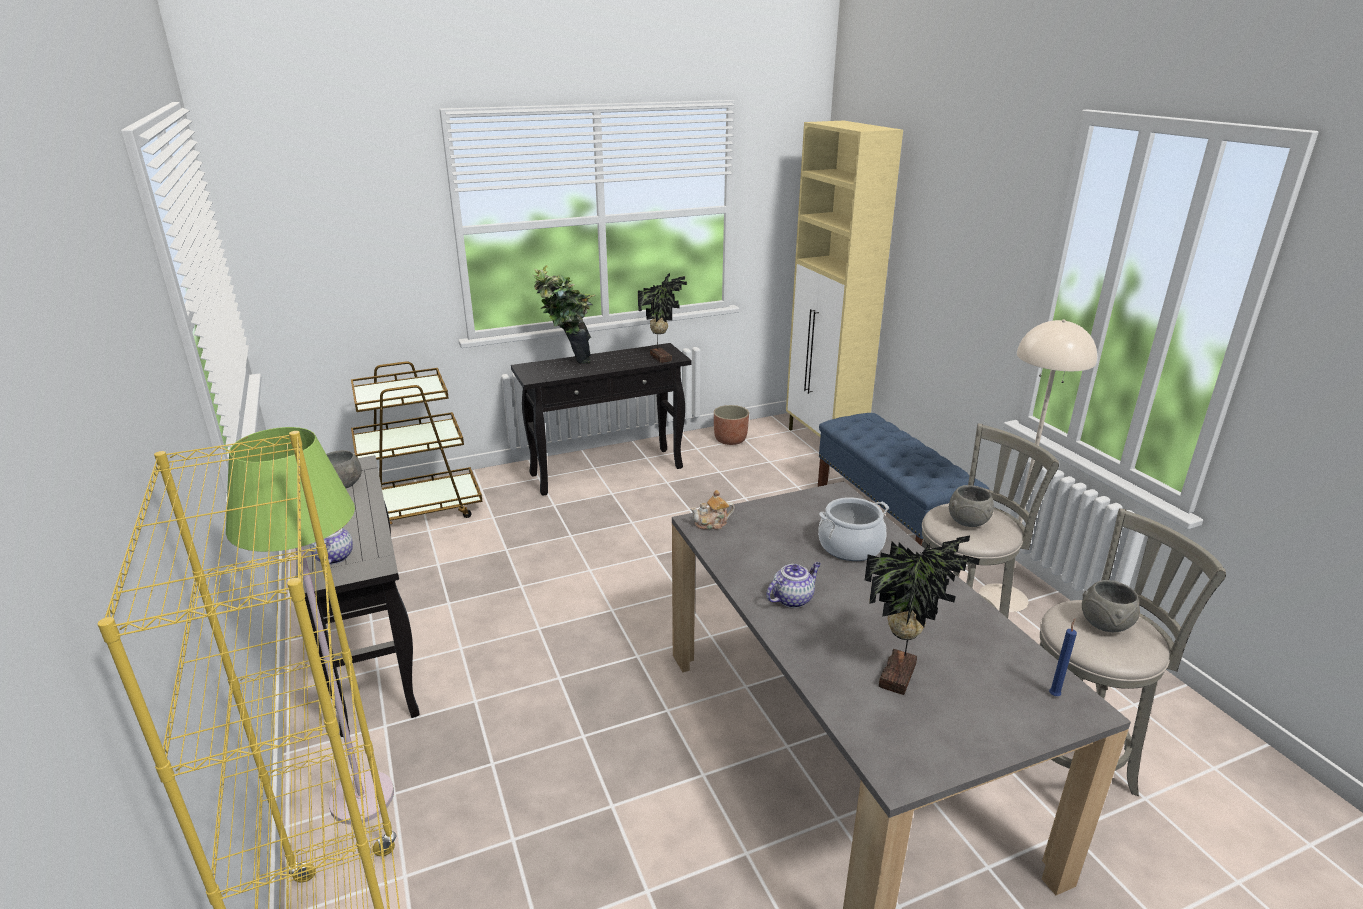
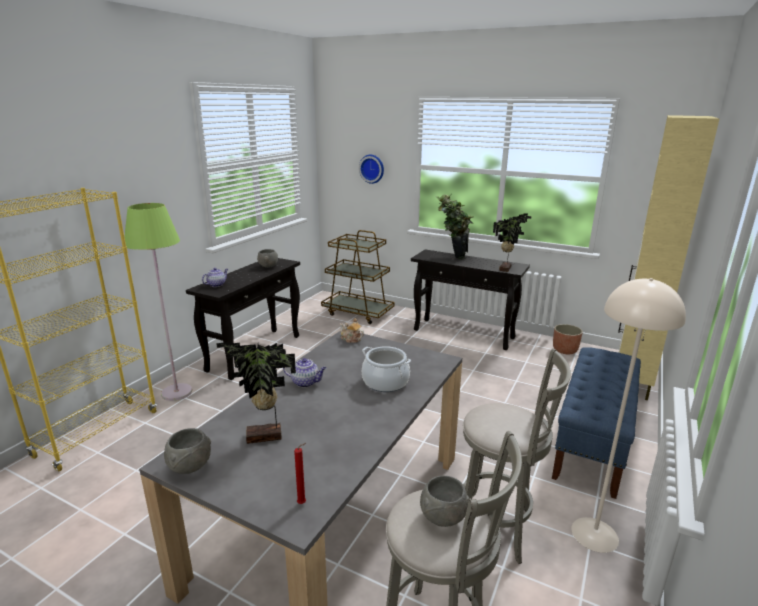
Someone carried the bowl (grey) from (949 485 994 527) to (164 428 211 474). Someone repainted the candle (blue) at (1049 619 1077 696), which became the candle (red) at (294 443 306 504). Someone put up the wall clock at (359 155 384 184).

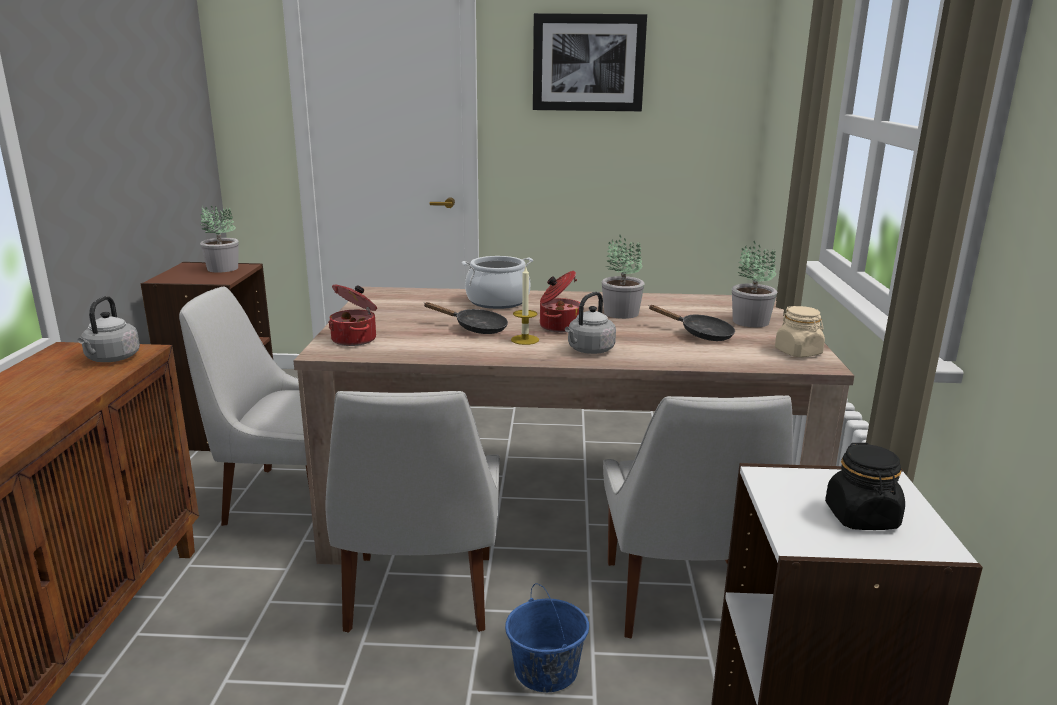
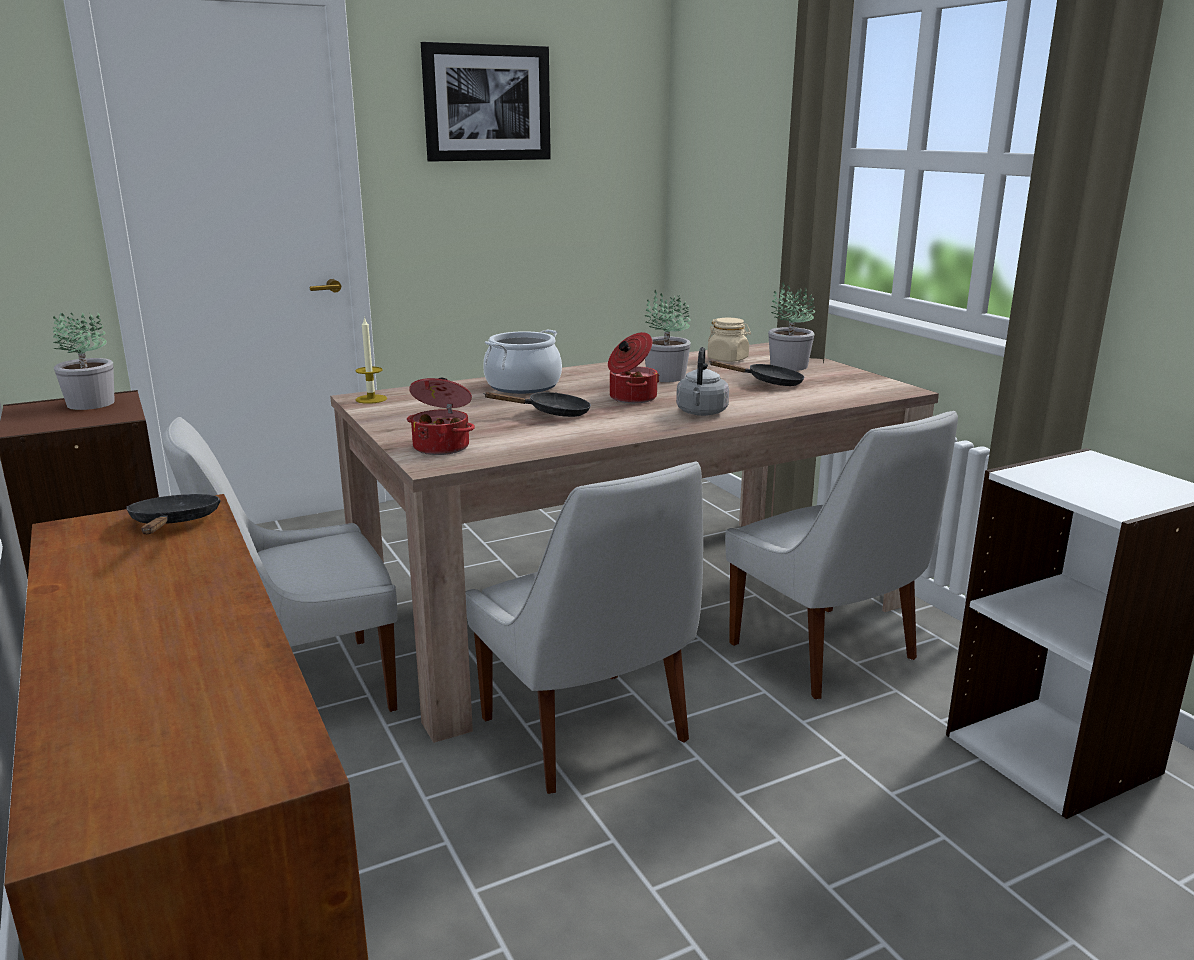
Someone carried the candle from (511 265 539 345) to (355 316 387 404). Someone swapped the kettle (grey) at (78 296 140 362) for the frying pan (black) at (126 494 221 534). Someone carried the jar (beige) from (775 306 825 357) to (707 318 751 362). Someone took away the jar (black) at (825 443 905 530). Someone took away the bucket (blue) at (505 583 589 692).

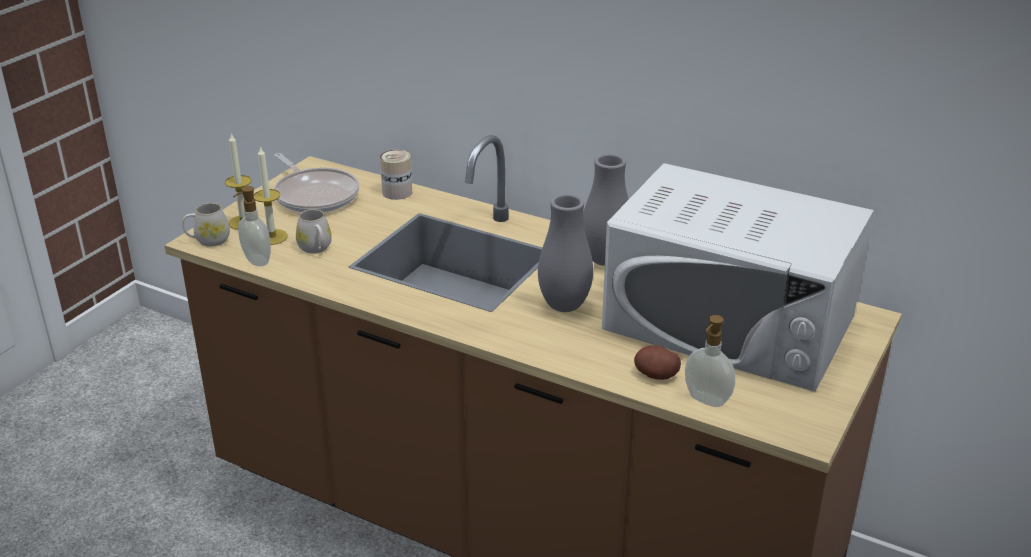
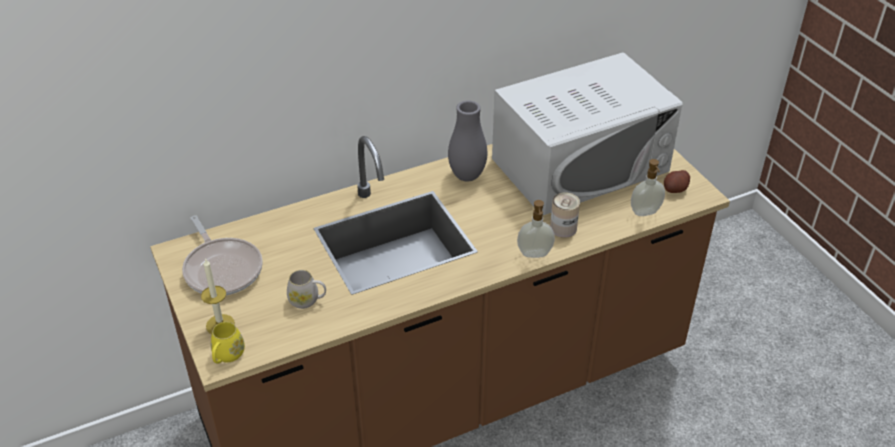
Someone took away the candle at (253 146 288 245). Someone carried the can from (380 150 412 200) to (550 192 580 238). Someone rotated the frying pan at (274 153 359 213) by 60 degrees clockwise. Someone carried the soap dispenser from (233 186 271 266) to (517 200 555 258). Someone took away the vase (grey) at (538 194 593 312). Someone repainted the mug (white) at (182 203 230 247), which became the mug (yellow) at (211 322 245 364). Someone carried the potato from (634 345 681 380) to (664 170 690 193).

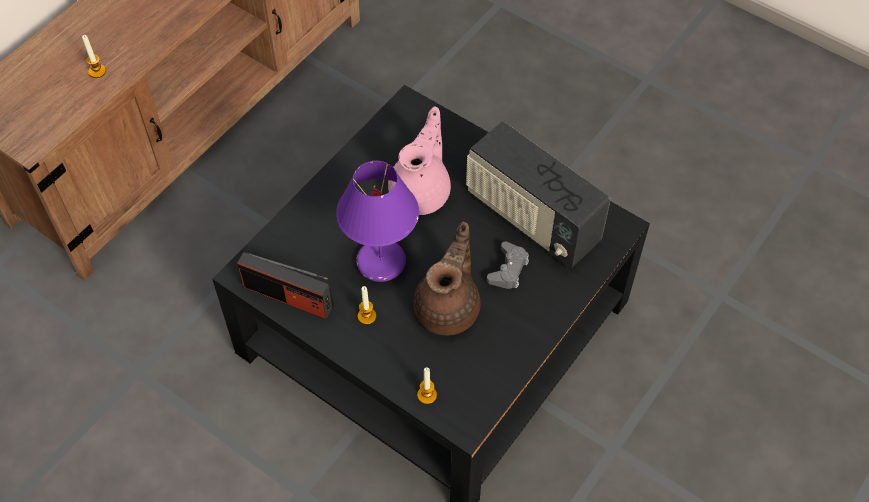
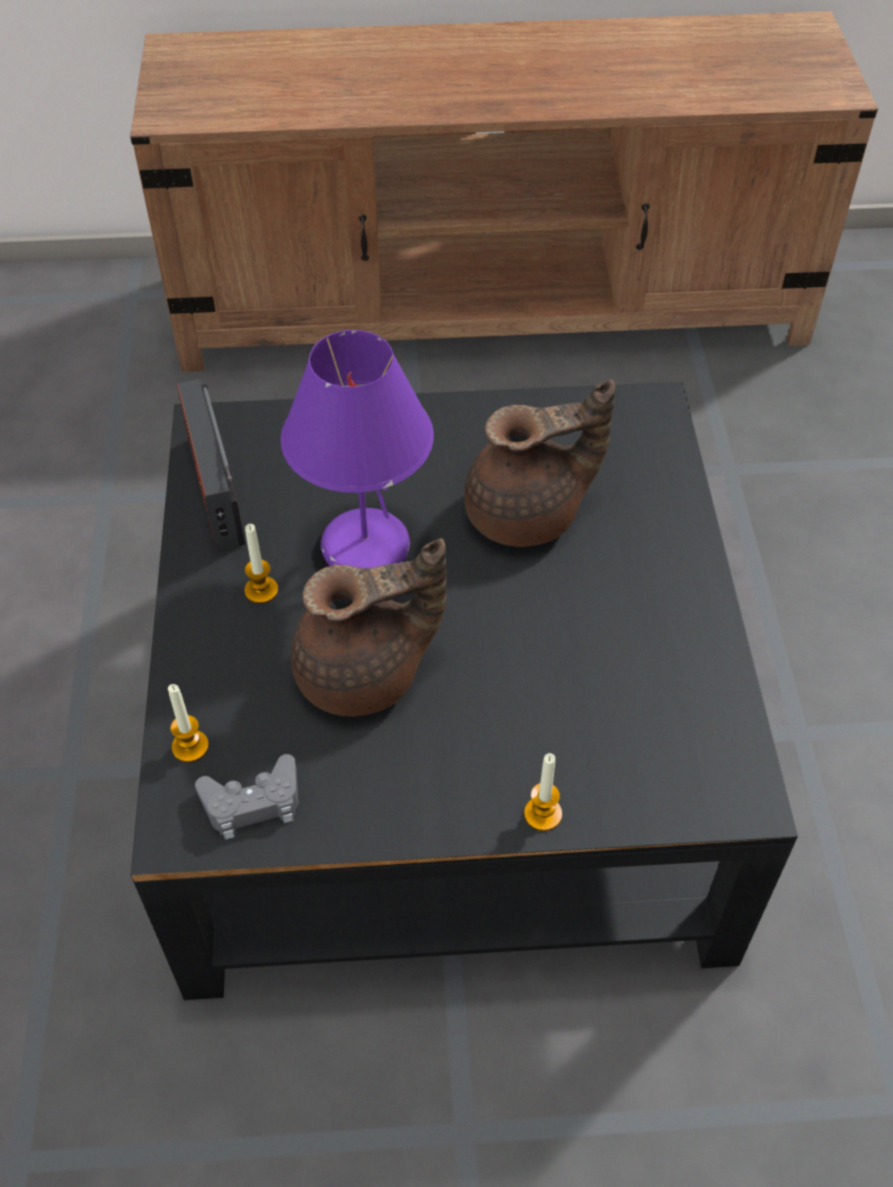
Someone carried the candle from (82 35 106 78) to (524 753 562 831). Someone repainted the teapot (pink) at (388 106 451 215), which became the teapot (brown) at (464 379 615 547). Someone took away the radio at (466 121 611 269). Someone carried the game controller (grey) from (487 241 529 289) to (195 754 299 839).

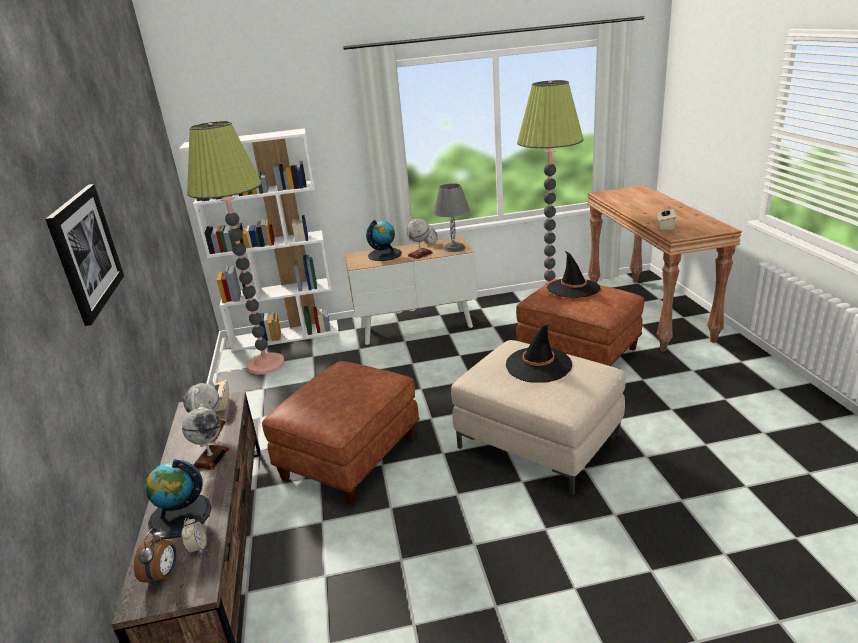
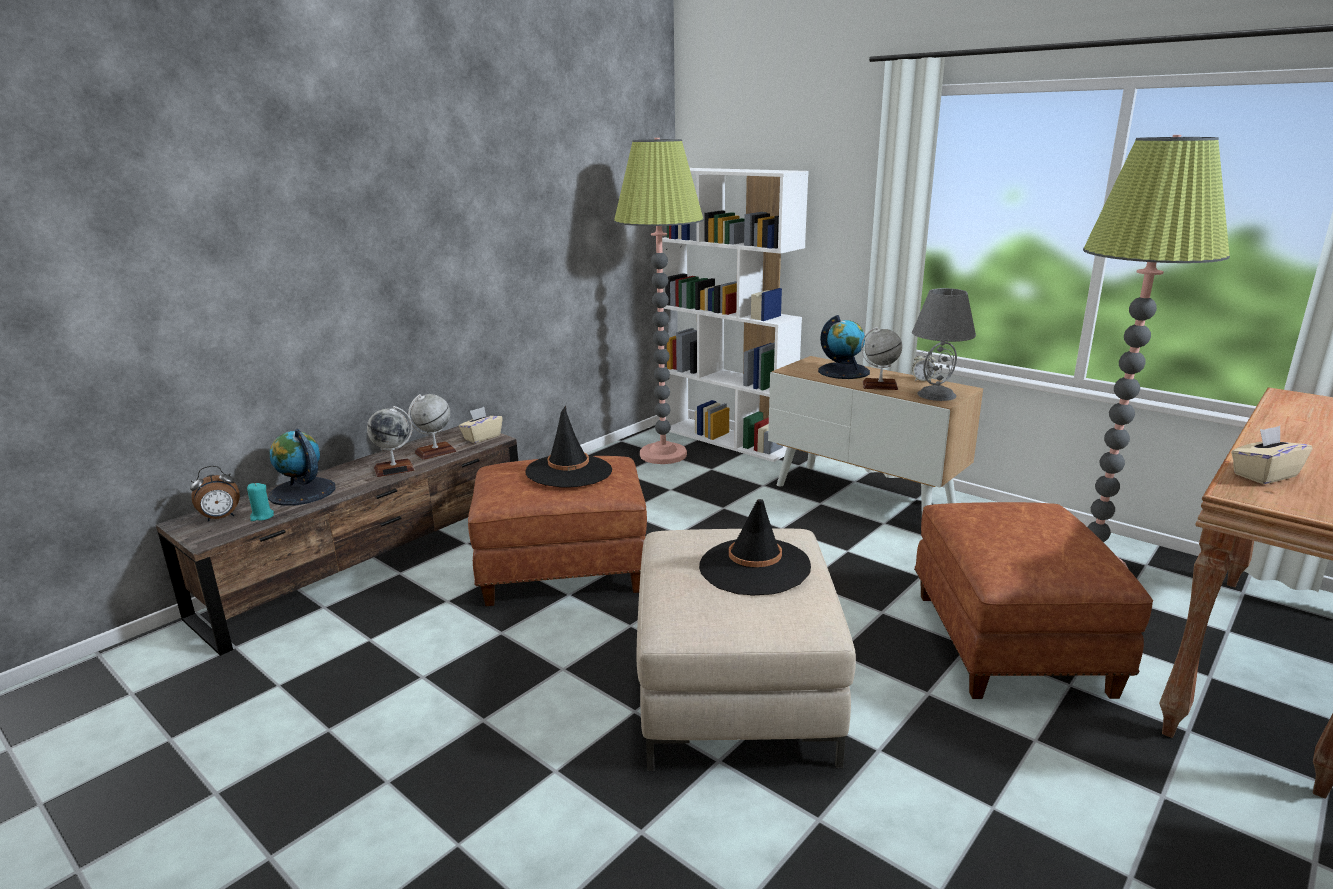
Someone took away the picture at (45 184 124 326). Someone carried the hat (black) from (547 251 601 298) to (526 406 612 487). Someone swapped the alarm clock at (181 518 207 554) for the candle (turquoise) at (247 483 274 521).

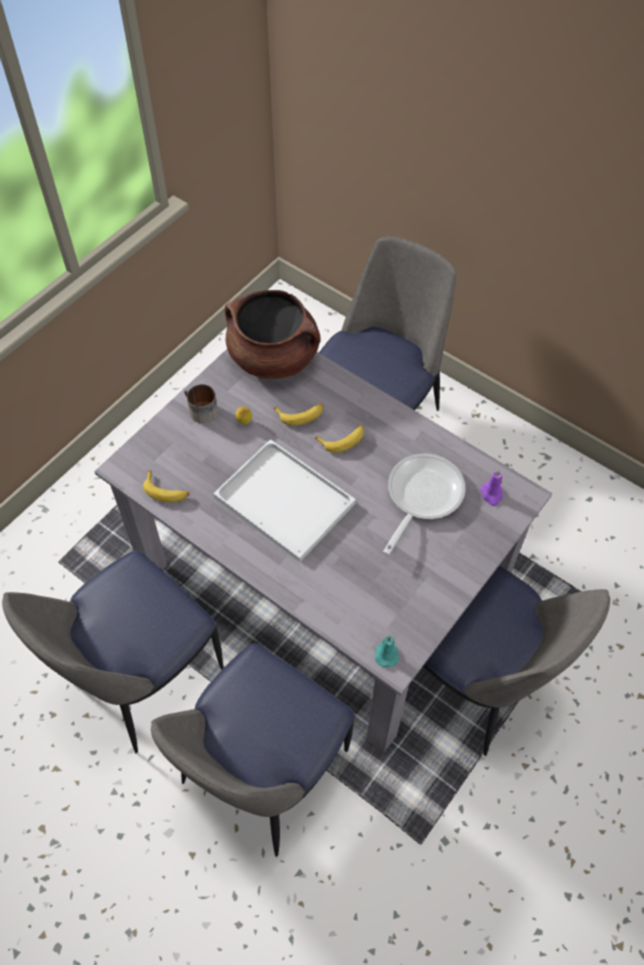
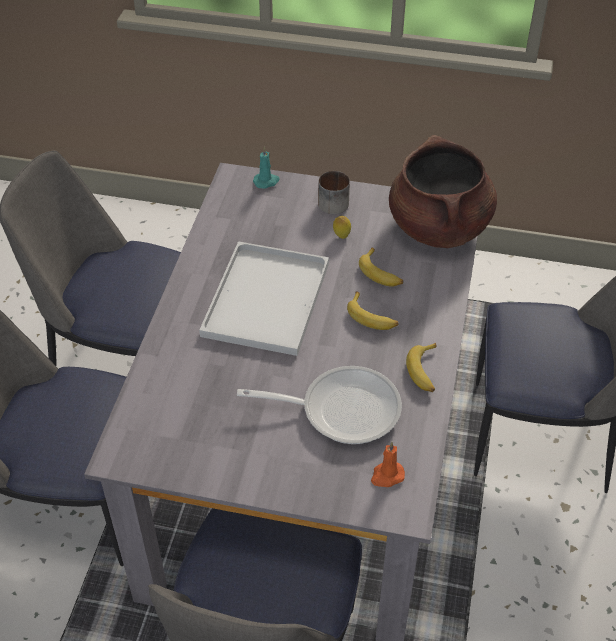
Someone carried the banana from (143 470 190 502) to (406 343 437 392). Someone repainted the candle (purple) at (480 470 503 506), which became the candle (orange) at (371 442 405 487). Someone carried the candle (turquoise) from (375 635 399 667) to (253 146 280 189).

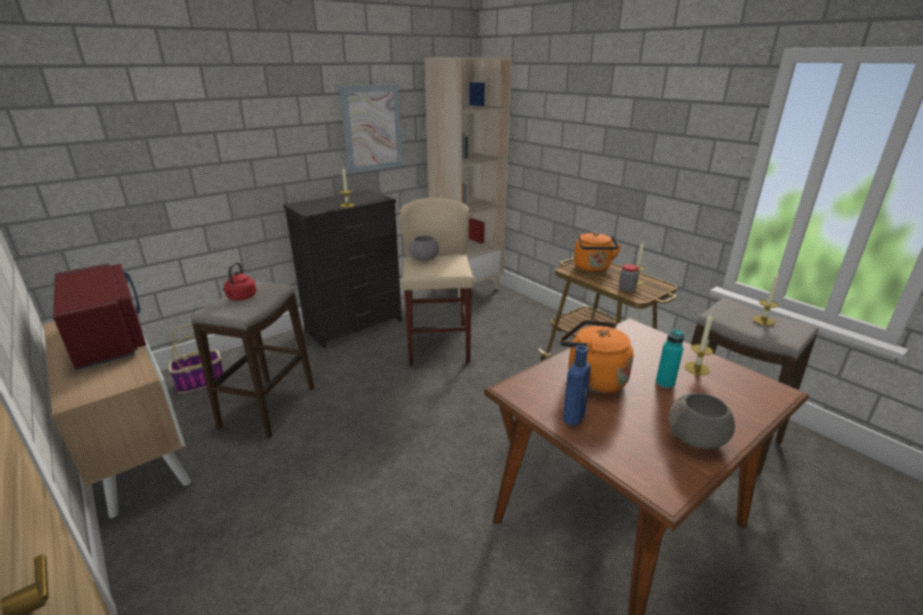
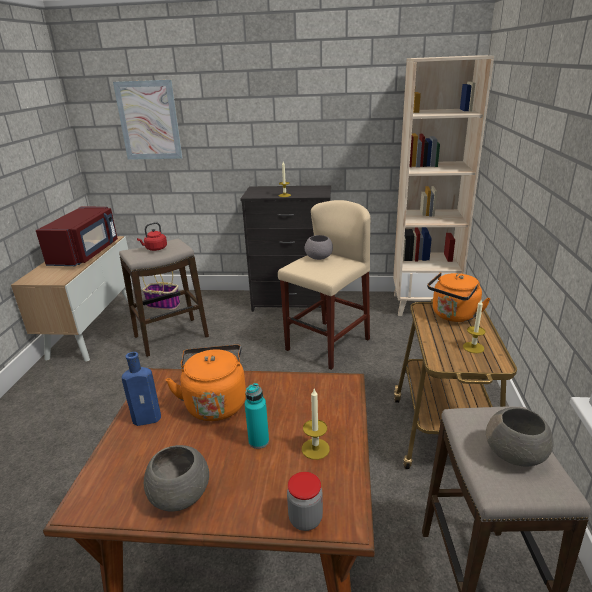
Someone carried the picture from (340 84 403 174) to (113 80 182 160). Someone carried the jar from (619 264 639 292) to (287 472 323 531). Someone swapped the candle at (753 272 780 326) for the bowl (grey) at (486 407 554 467).

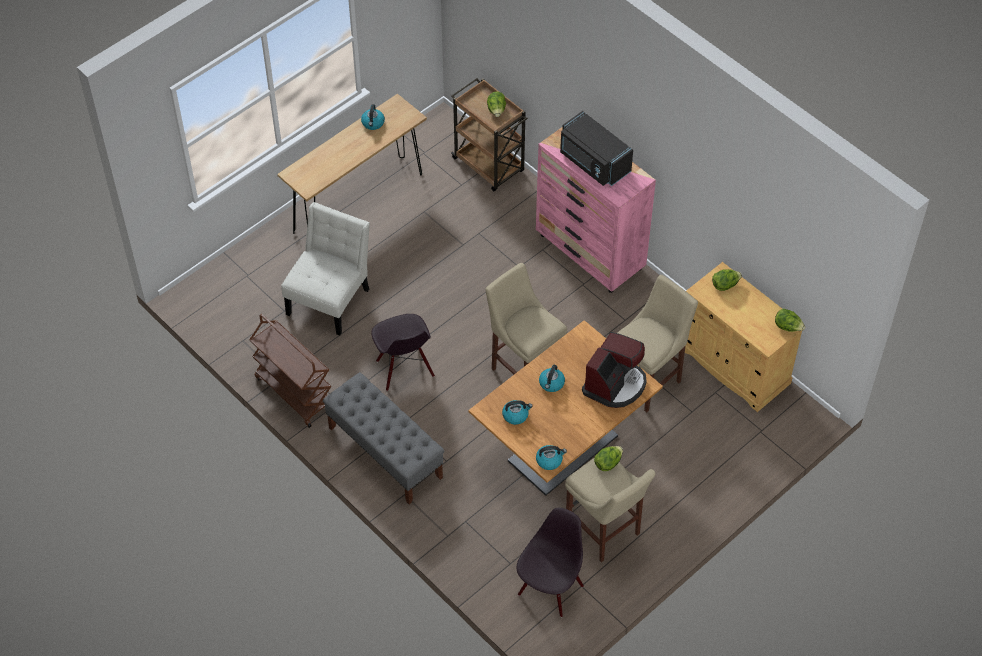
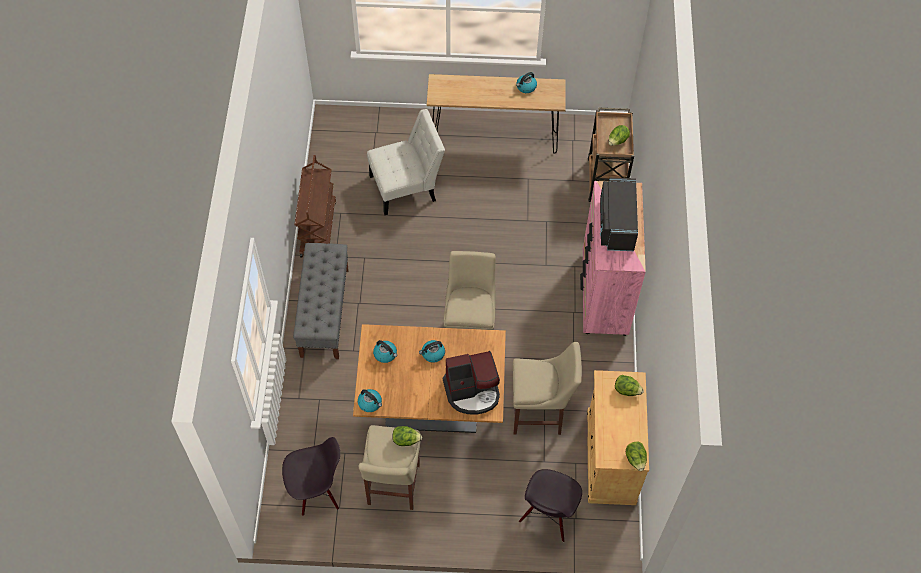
Someone carried the chair (black) from (371 314 435 391) to (519 469 582 542).

